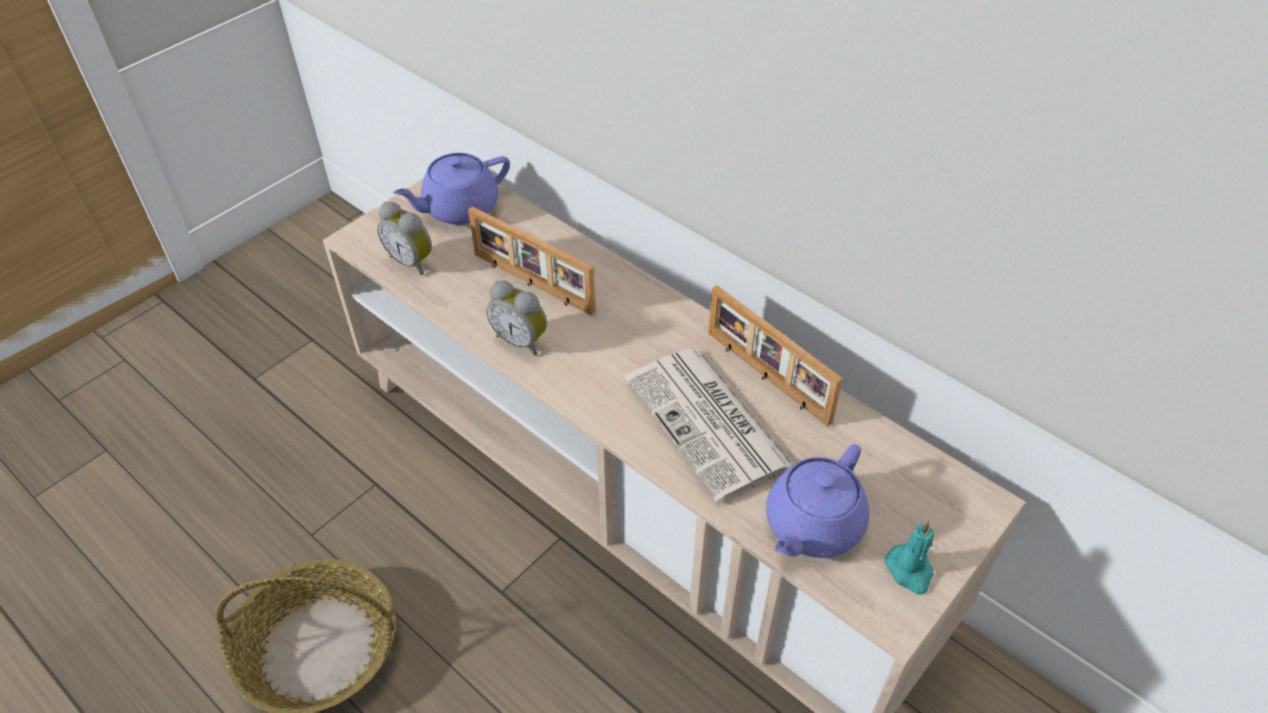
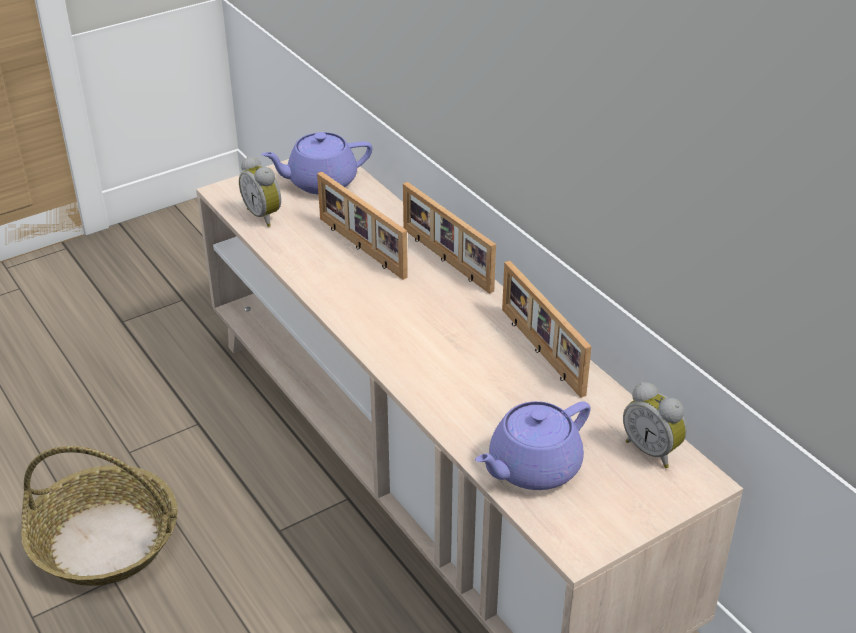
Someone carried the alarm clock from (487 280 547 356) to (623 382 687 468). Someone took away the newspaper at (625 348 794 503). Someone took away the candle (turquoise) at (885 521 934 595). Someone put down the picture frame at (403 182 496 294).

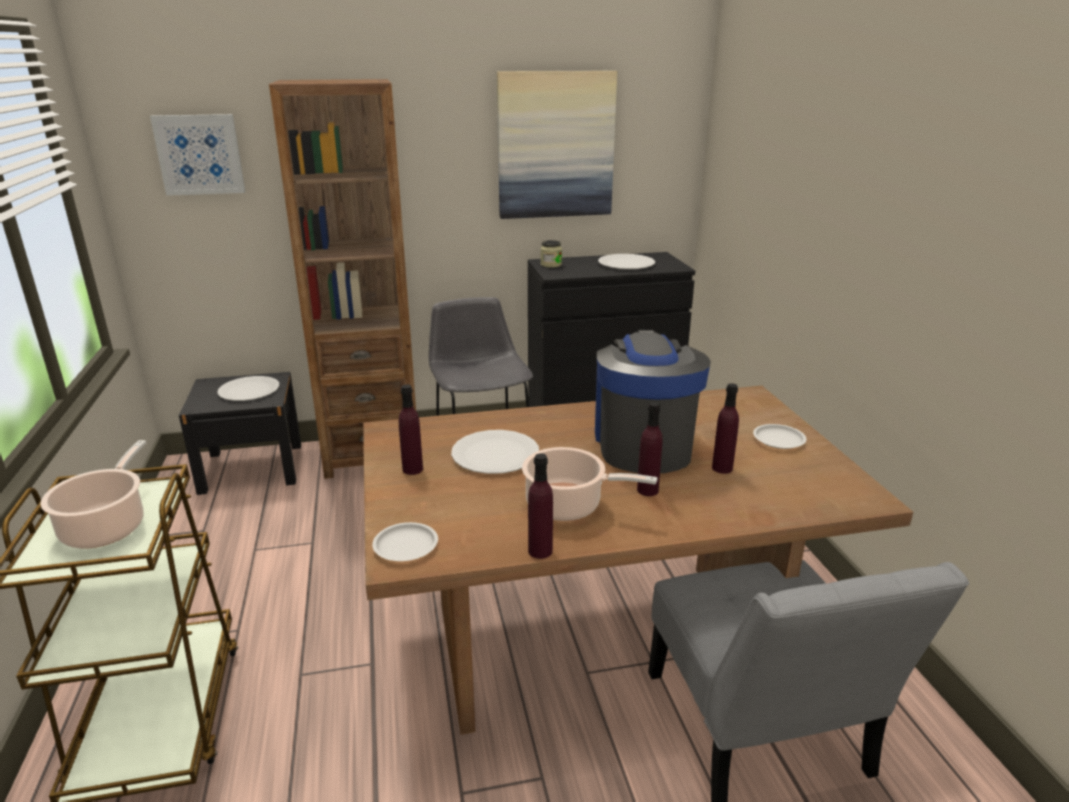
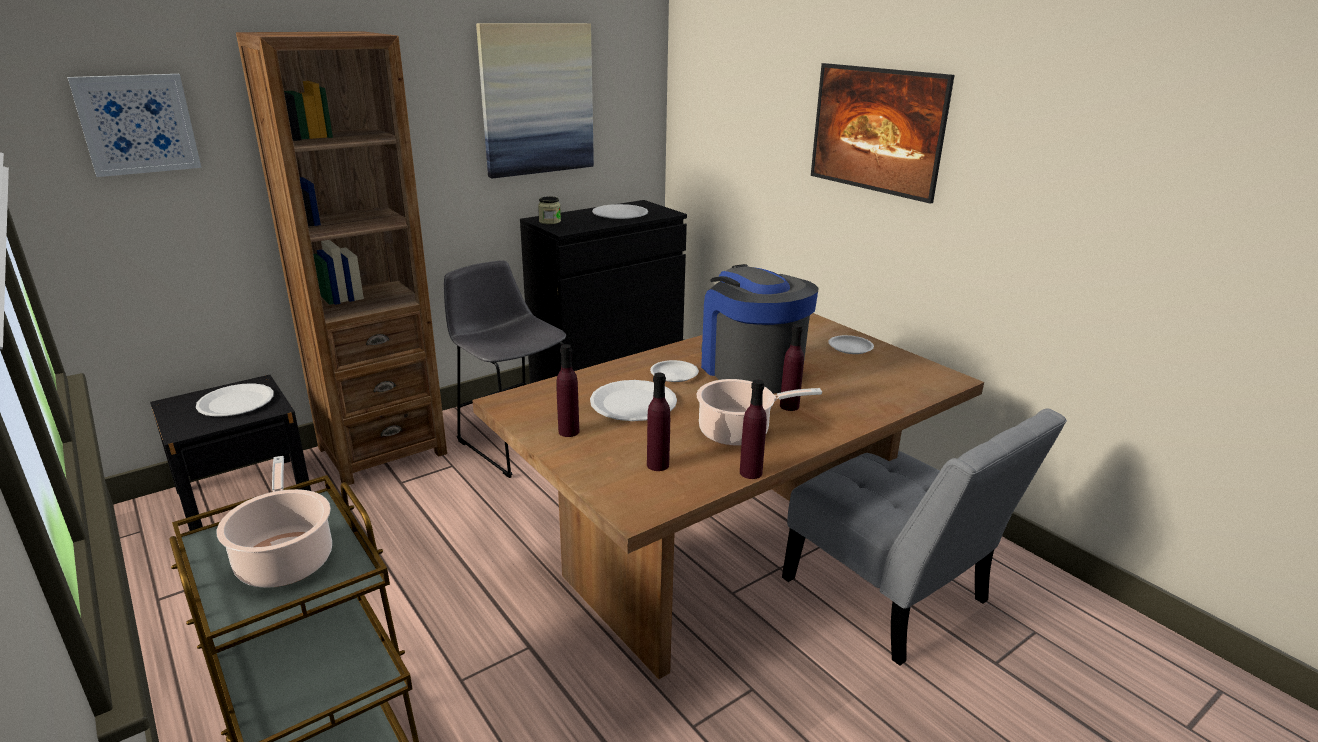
Someone carried the bottle (purple) from (712 383 739 474) to (647 373 670 471). Someone carried the plate (white) from (372 522 438 561) to (650 360 699 382). Someone put up the picture at (811 63 955 204).

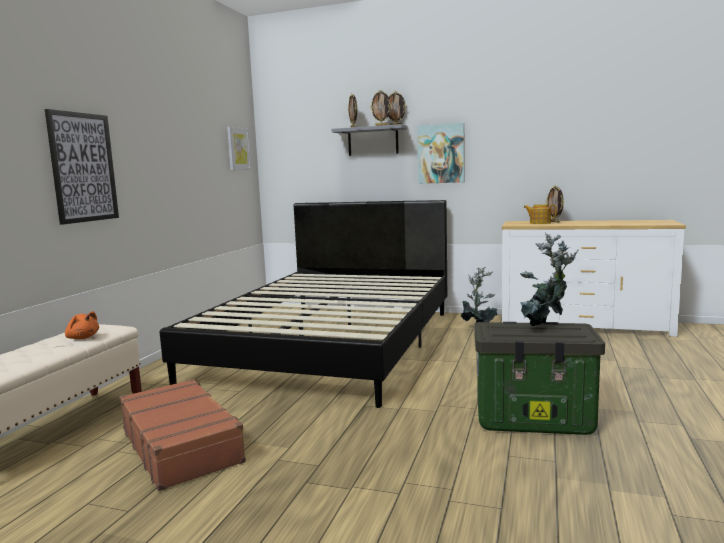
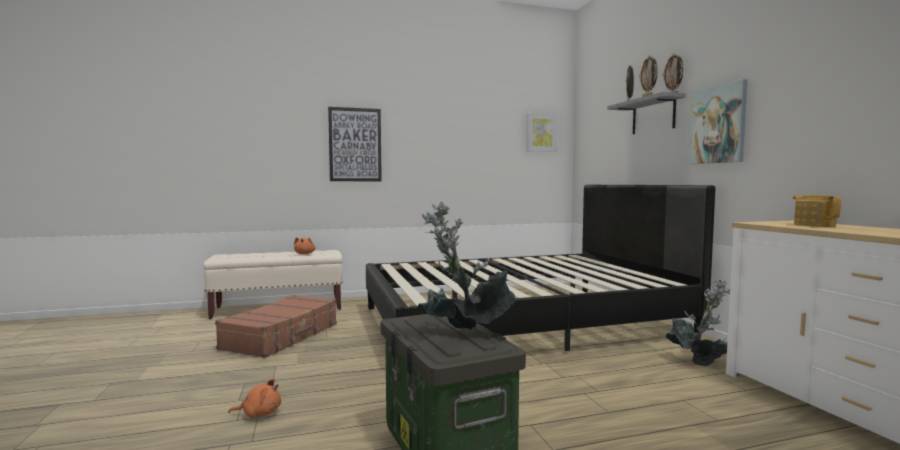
Someone took away the picture frame at (546 185 564 223). Someone put down the plush toy (orange) at (228 378 281 418).

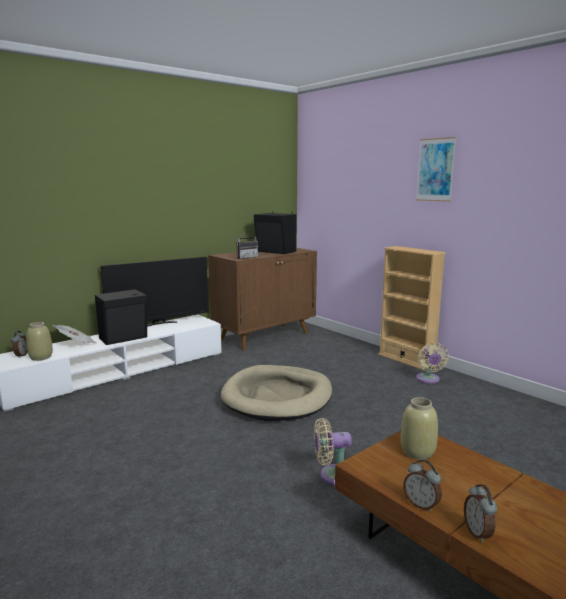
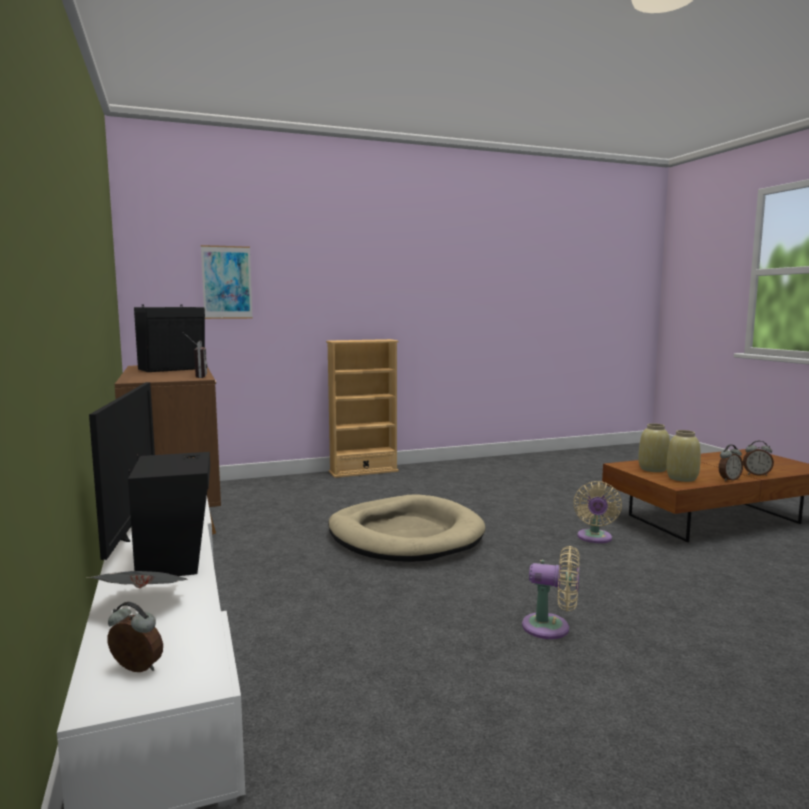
Someone carried the picture from (416 137 456 202) to (201 245 253 319). Someone carried the vase (beige) from (26 322 53 361) to (667 430 701 482). Someone carried the fan (beige) from (416 342 449 383) to (522 546 580 639).

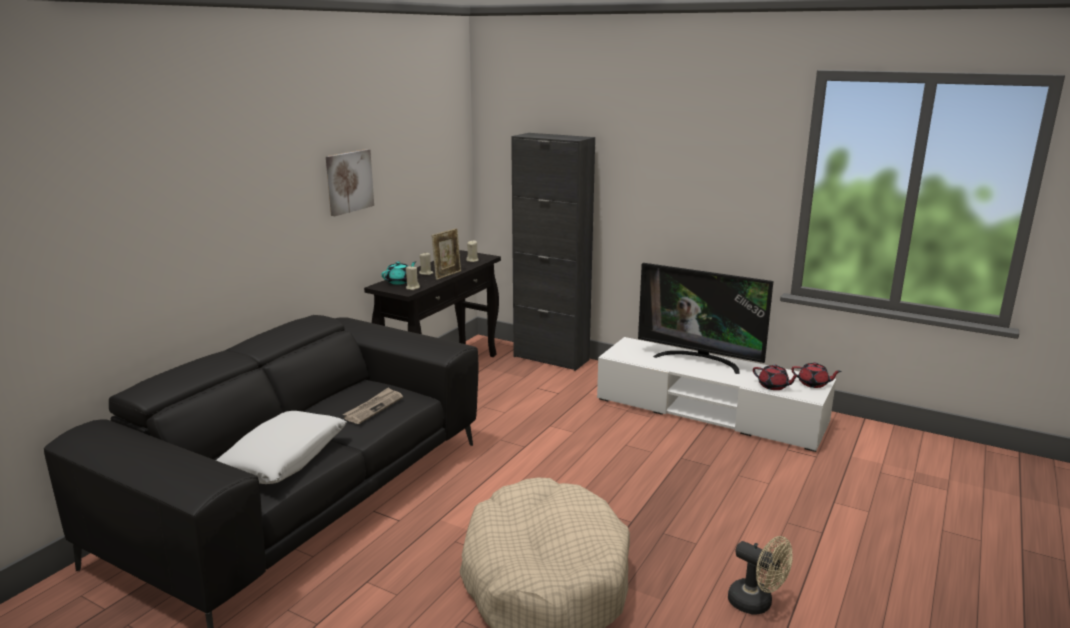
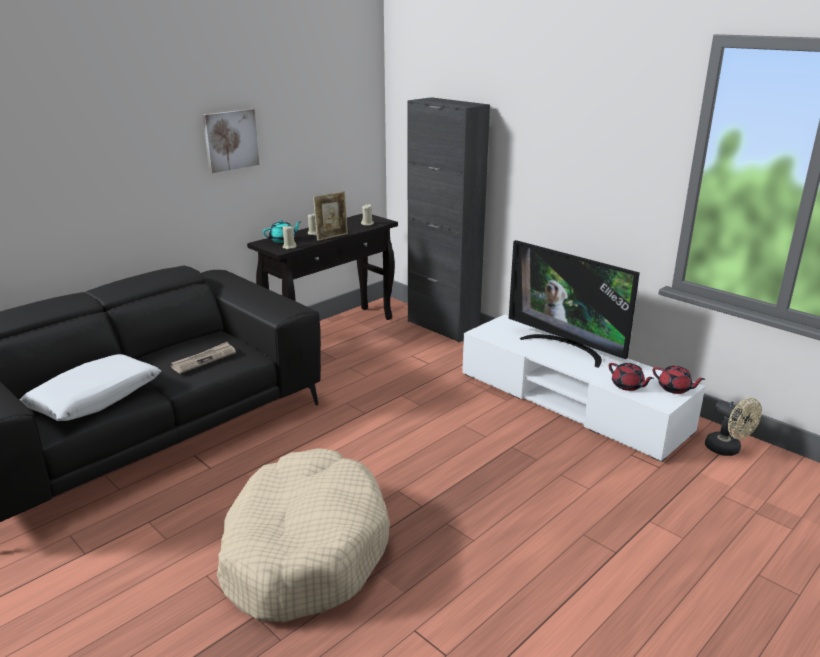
Someone carried the fan (beige) from (728 536 793 615) to (705 398 762 456).

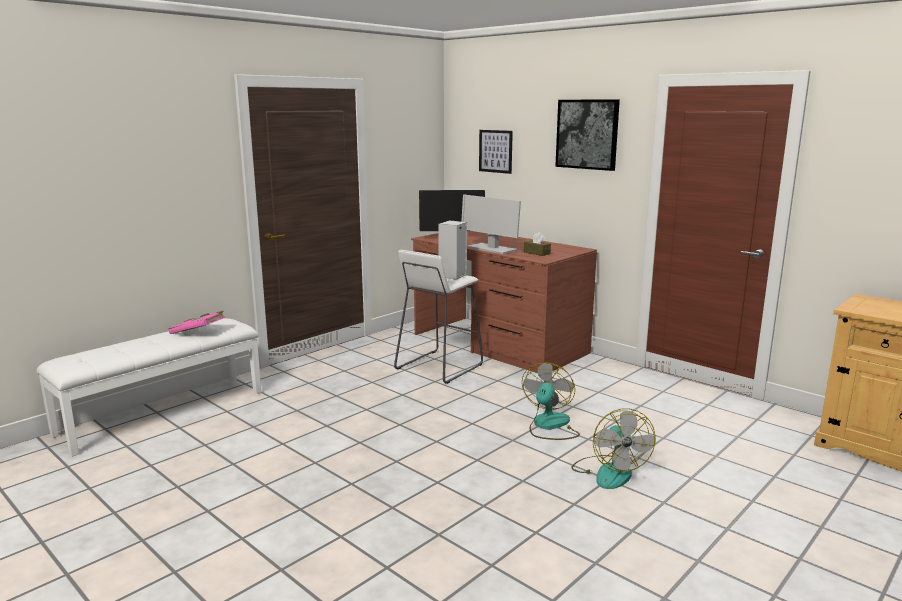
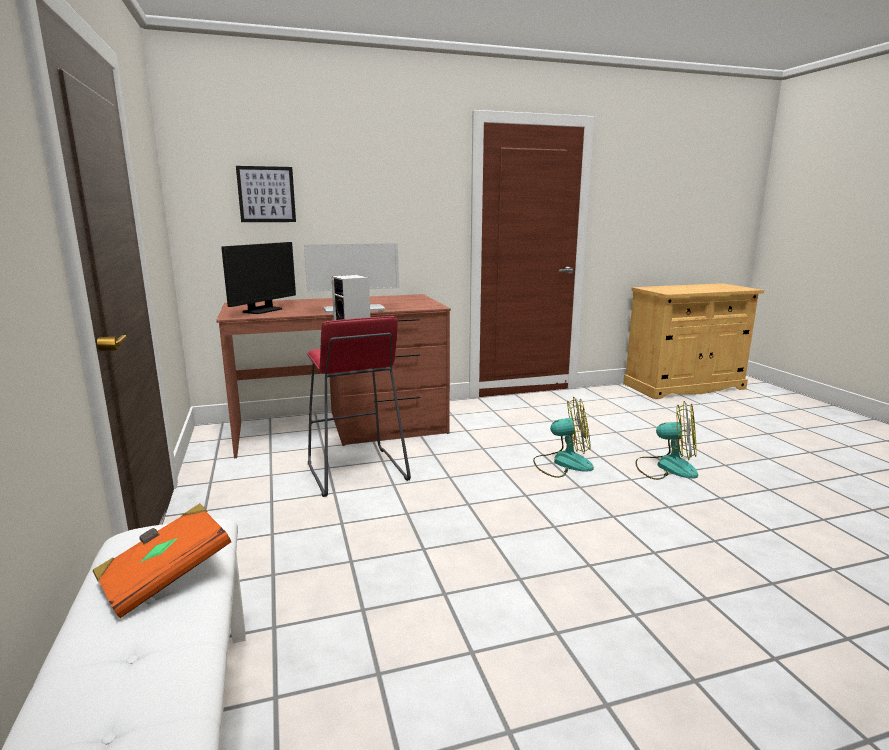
Someone took away the picture at (555 99 620 171). Someone took away the tissue box (brown) at (524 232 551 256). Someone repainted the stool (white) at (394 250 483 384), which became the stool (red) at (307 316 411 497). Someone repainted the book (pink) at (168 311 225 334), which became the book (orange) at (93 503 231 618). Someone rotated the fan at (522 362 580 440) by 135 degrees clockwise.

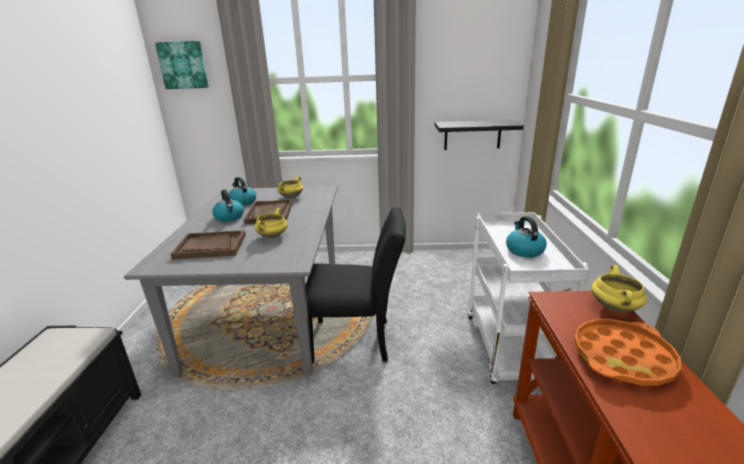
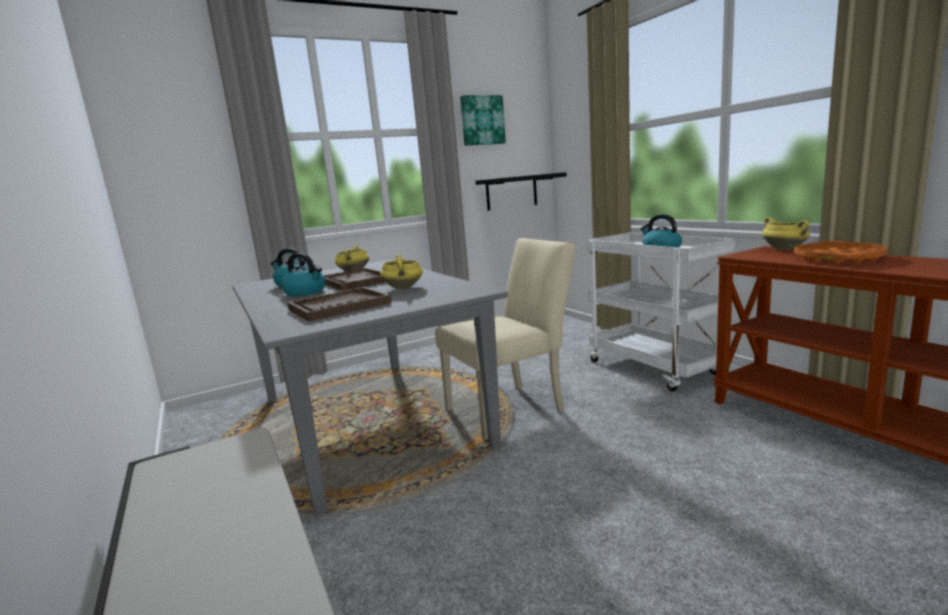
Someone carried the picture from (155 41 209 89) to (460 95 506 146). Someone repainted the chair (black) at (305 207 406 363), which became the chair (beige) at (435 238 575 440).

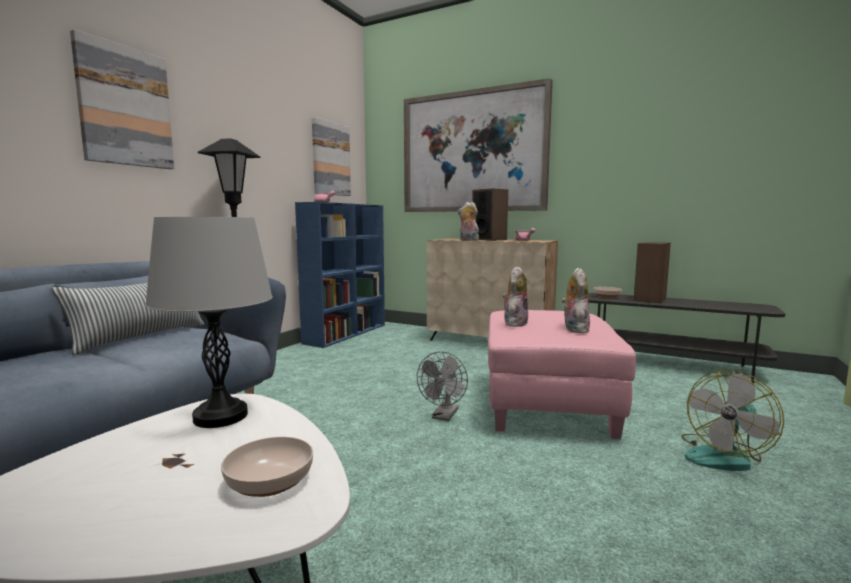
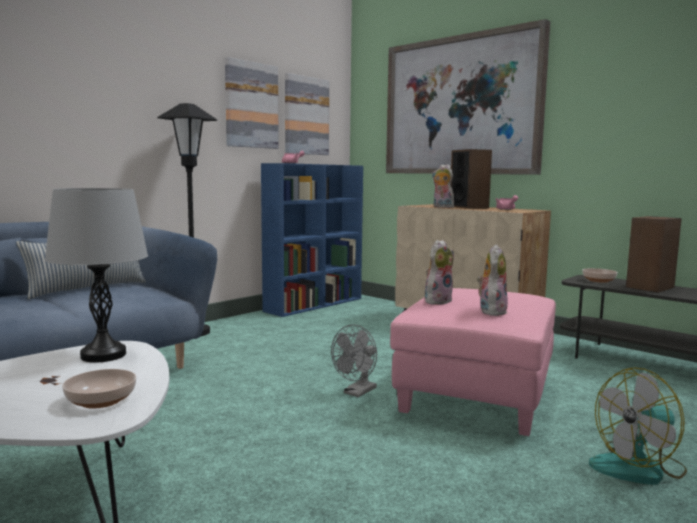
Someone carried the picture from (70 29 174 169) to (225 57 279 149).

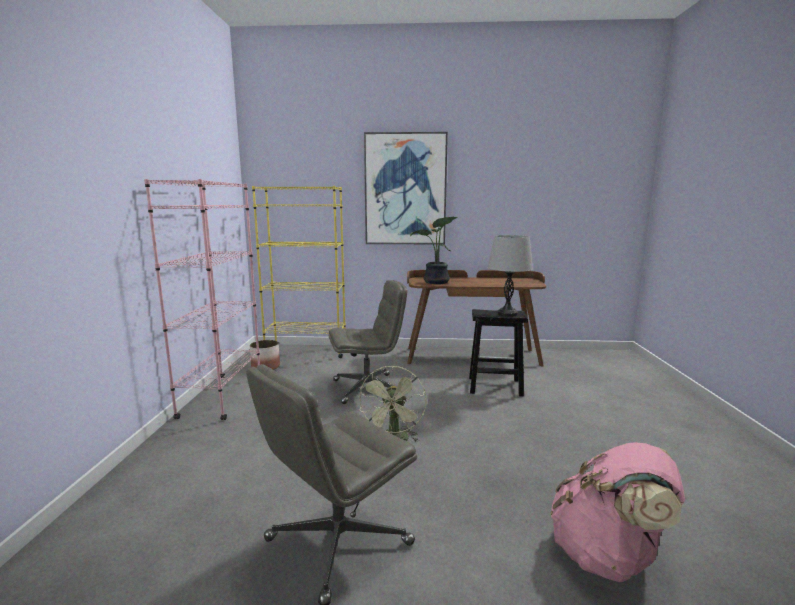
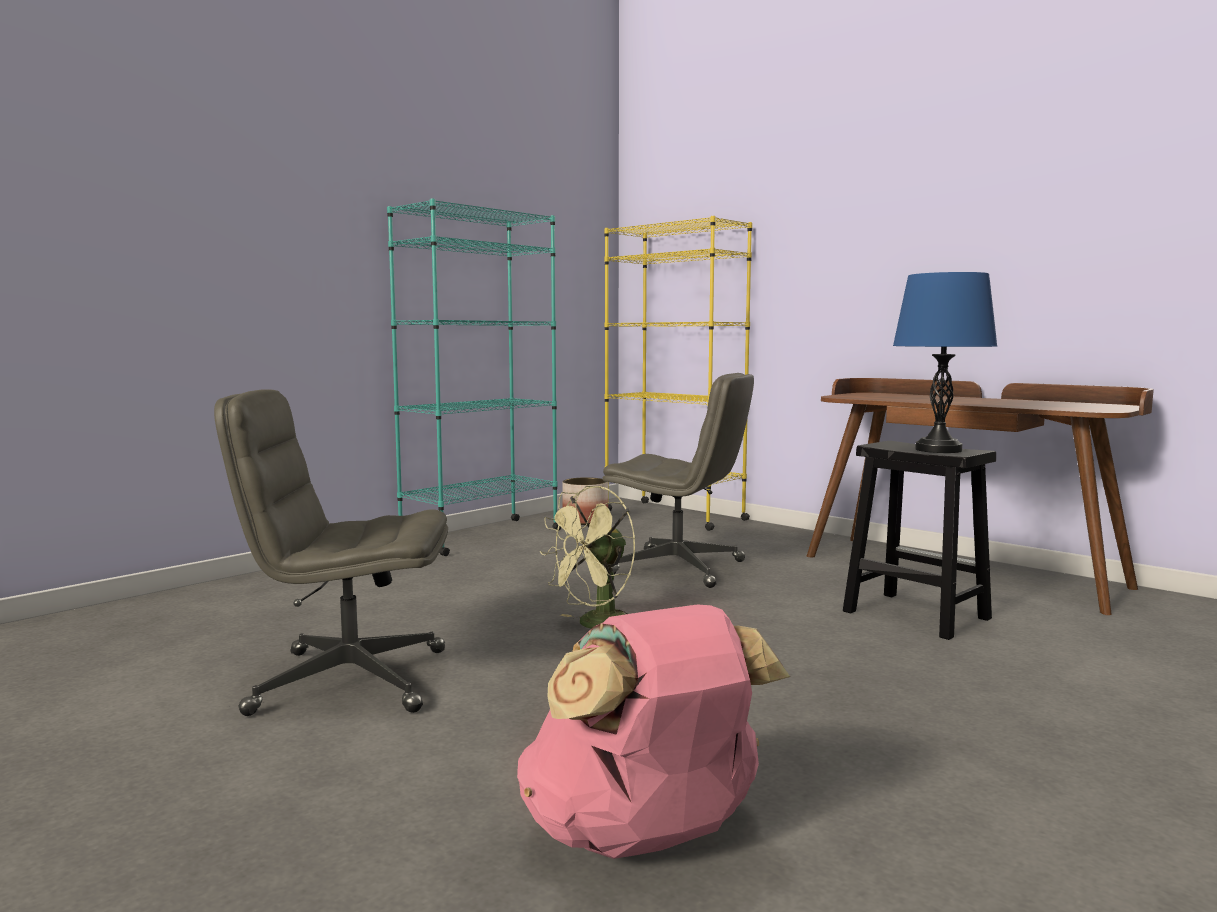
Someone took away the picture at (364 132 448 245). Someone repainted the bookcase (pink) at (144 179 260 420), which became the bookcase (turquoise) at (387 199 561 556). Someone took away the potted plant at (410 217 458 284). Someone repainted the table lamp (grey) at (488 235 533 317), which became the table lamp (blue) at (893 272 997 453).

